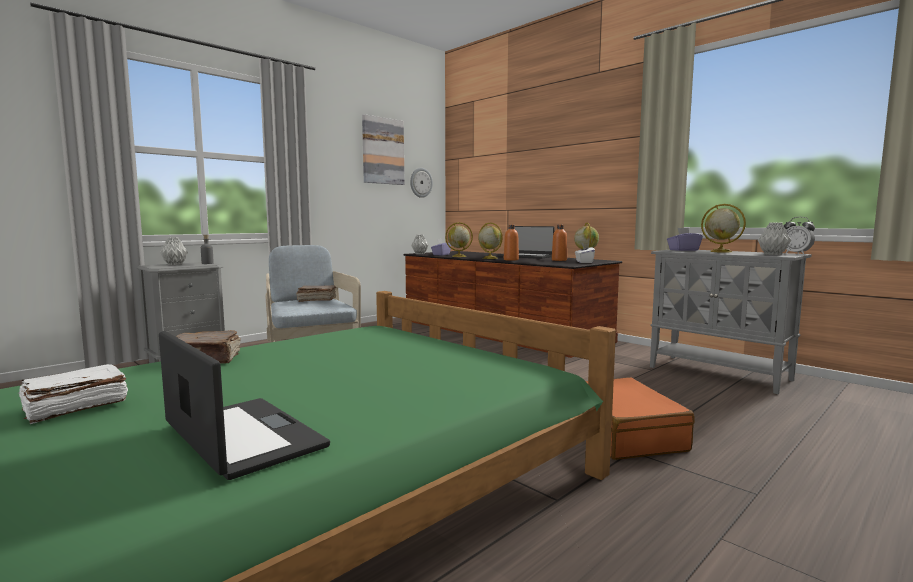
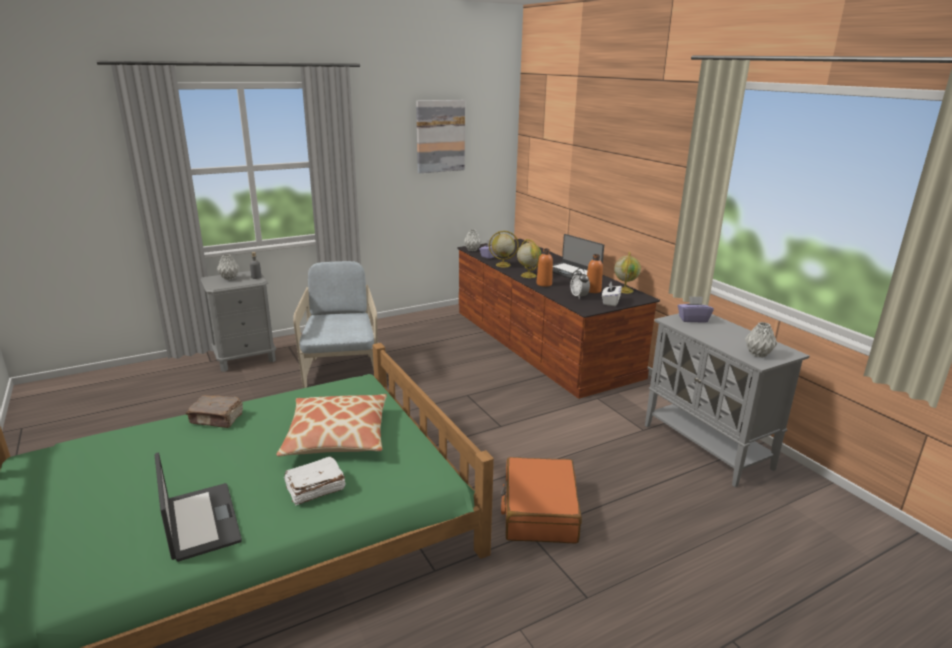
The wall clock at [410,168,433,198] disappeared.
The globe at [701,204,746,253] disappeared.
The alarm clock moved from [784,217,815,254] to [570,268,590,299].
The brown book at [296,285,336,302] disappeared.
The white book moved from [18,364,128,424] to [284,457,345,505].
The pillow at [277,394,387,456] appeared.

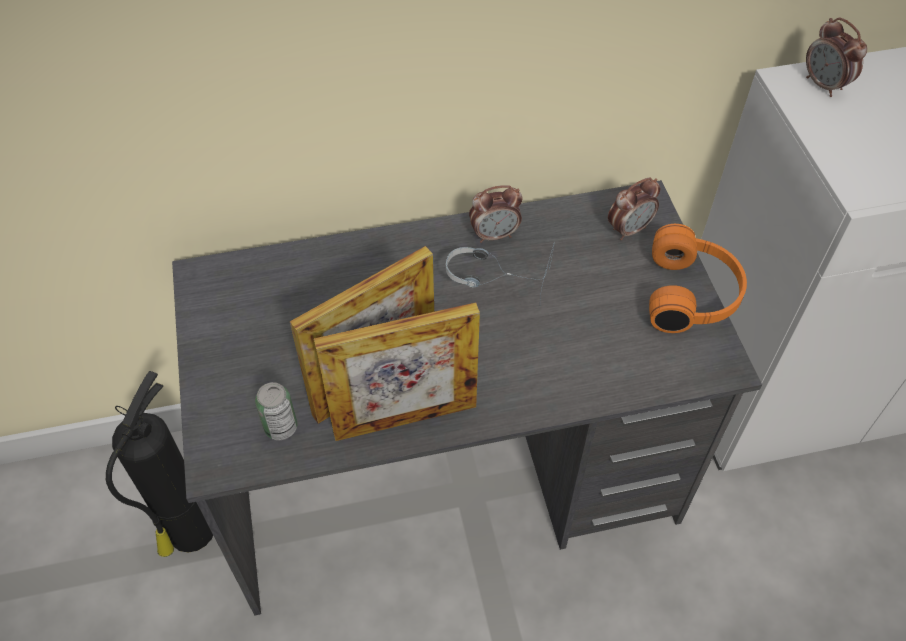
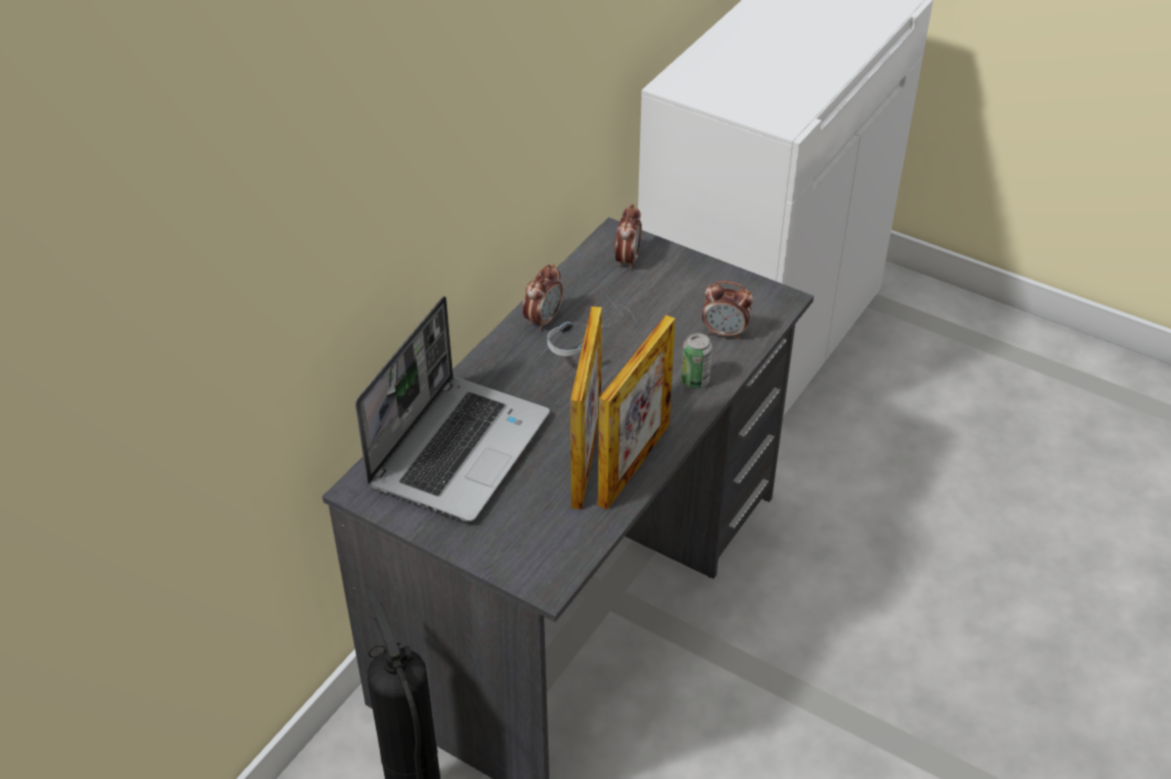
The alarm clock moved from [806,18,867,97] to [702,281,753,340].
The orange headphones at [649,224,747,333] disappeared.
The can moved from [255,382,297,440] to [681,333,712,389].
The laptop at [355,296,550,522] appeared.

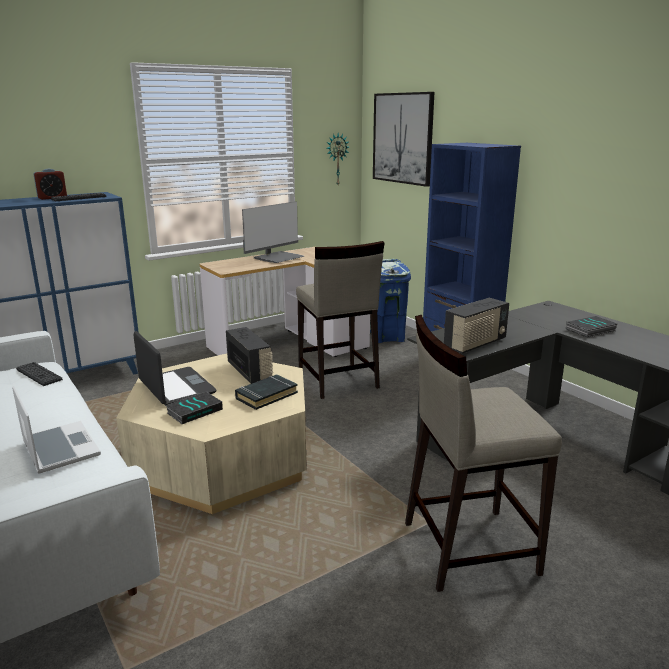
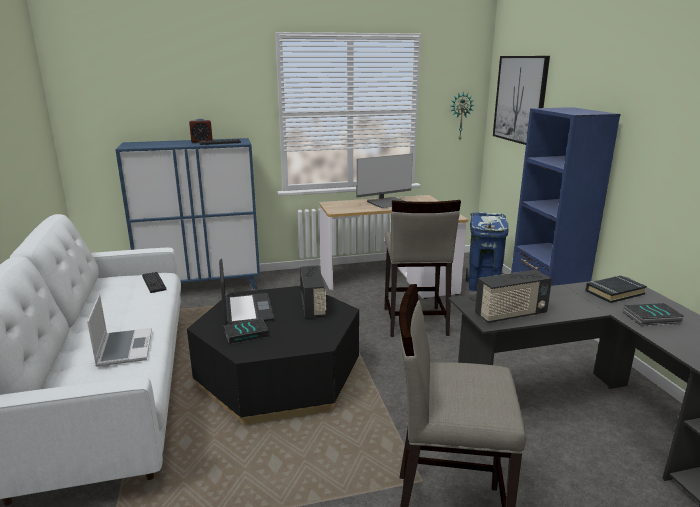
The beige coffee table at [116,353,307,514] became the black coffee table at [187,286,359,425].
The black book moved from [235,374,298,410] to [585,276,647,303].

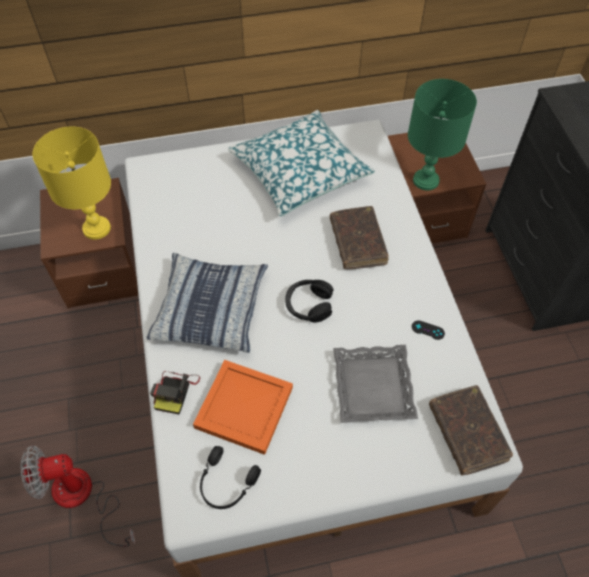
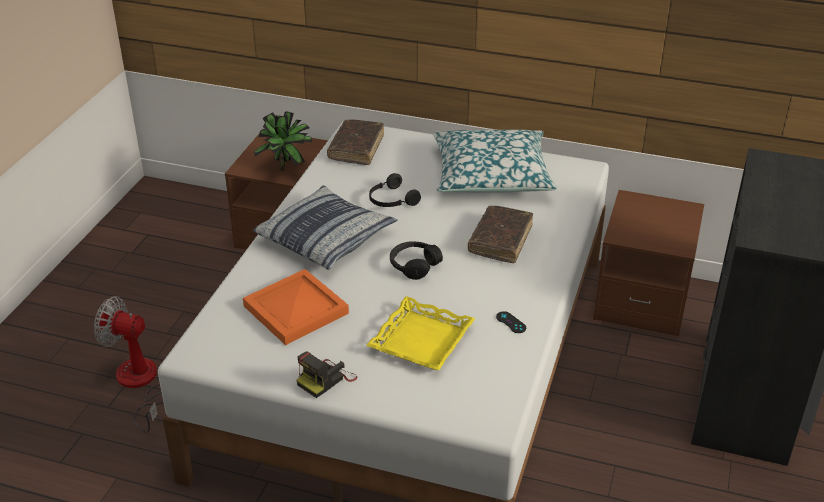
The green table lamp at [408,79,477,191] disappeared.
The yellow table lamp at [33,127,111,240] was replaced by the potted plant at [254,111,312,170].
The grey tray at [333,345,418,423] became the yellow tray at [366,296,475,370].
The photo camera moved from [150,371,200,414] to [296,351,358,398].
The brown book moved from [429,385,513,476] to [327,119,384,165].
The black headphones moved from [200,446,261,509] to [369,173,421,207].

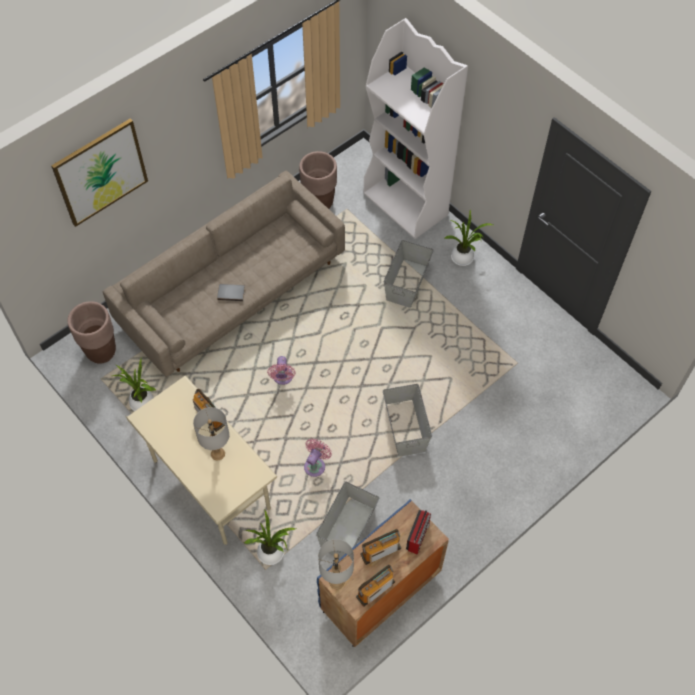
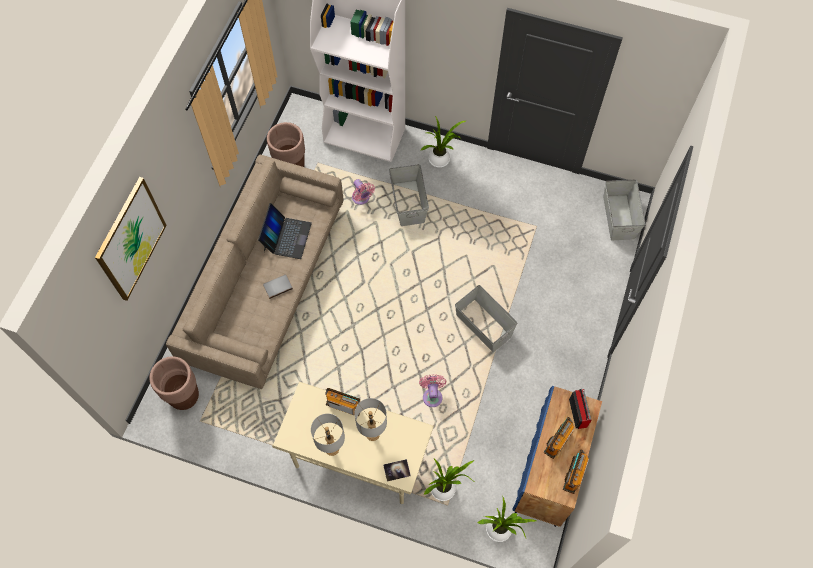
The pink fan moved from [267,356,296,385] to [352,179,375,205].
The potted plant moved from [112,359,156,411] to [477,497,537,542].
The grey storage box moved from [316,482,379,558] to [603,179,646,240].
The grey table lamp moved from [318,539,354,589] to [311,414,345,456].
The laptop at [258,203,312,259] appeared.
The book at [383,459,411,482] appeared.

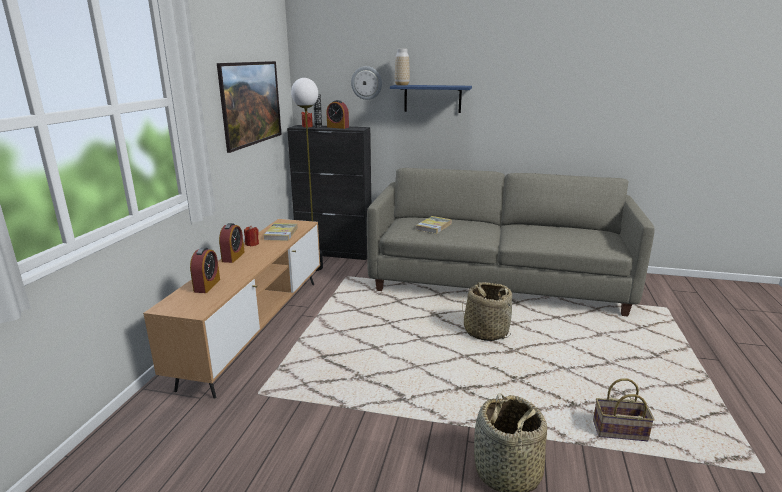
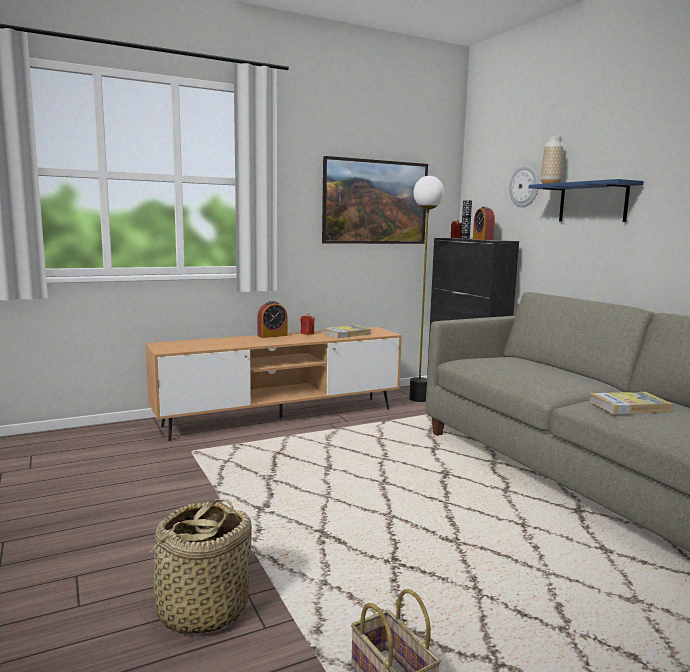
The book moved from [416,216,452,234] to [589,392,673,414].
The alarm clock at [190,248,220,293] disappeared.
The basket at [462,282,512,341] disappeared.

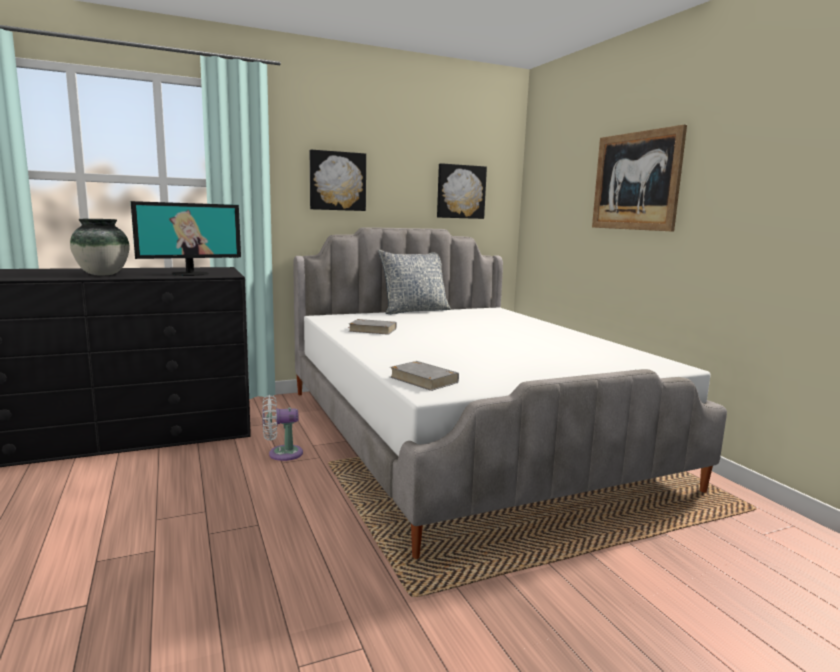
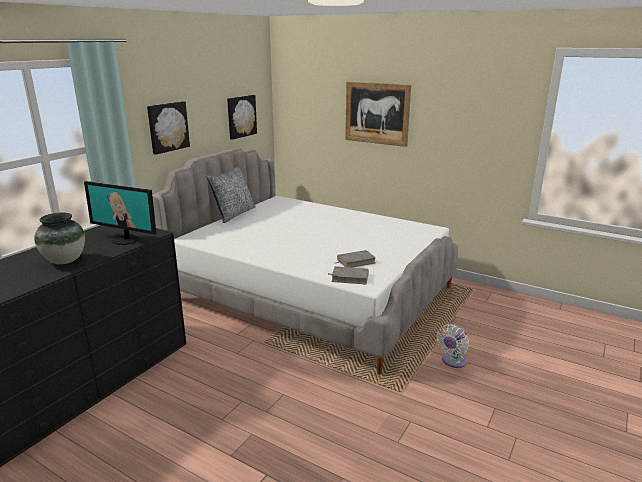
The monitor at [131,201,241,276] turned 90 degrees clockwise.
The grey book moved from [349,319,397,335] to [334,250,376,268].
The white fan moved from [262,395,303,461] to [436,324,469,368].

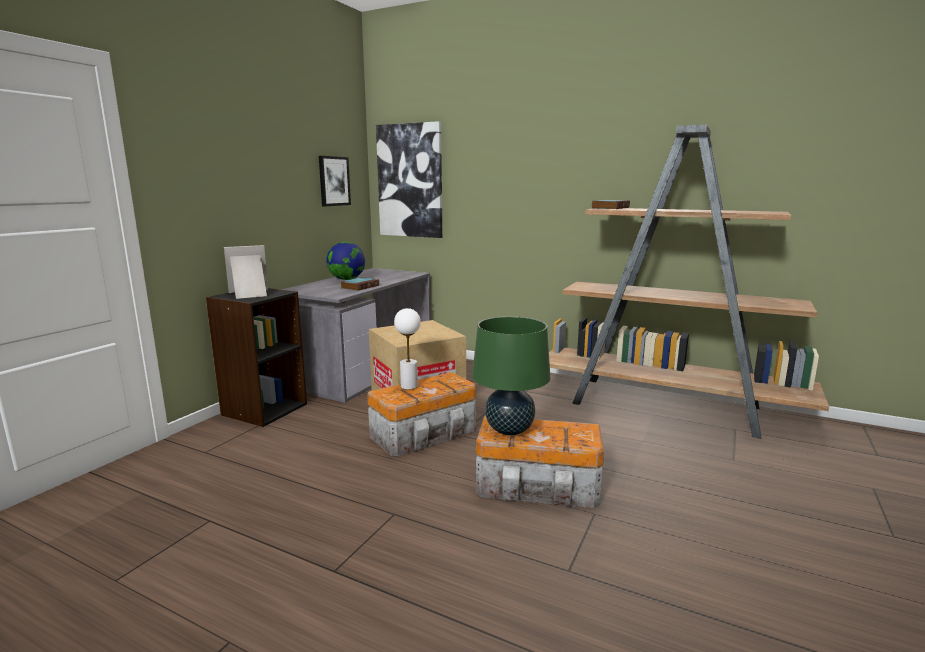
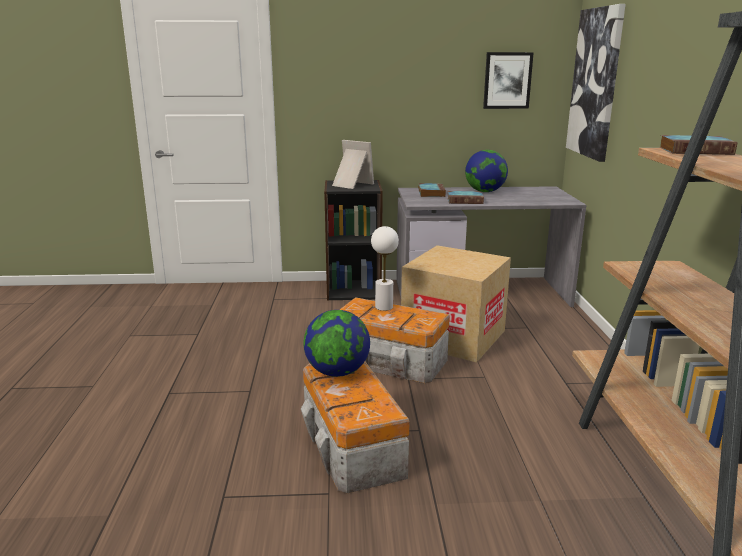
The green table lamp at [472,316,550,435] was replaced by the globe at [304,310,370,377].
The book at [418,183,446,197] appeared.

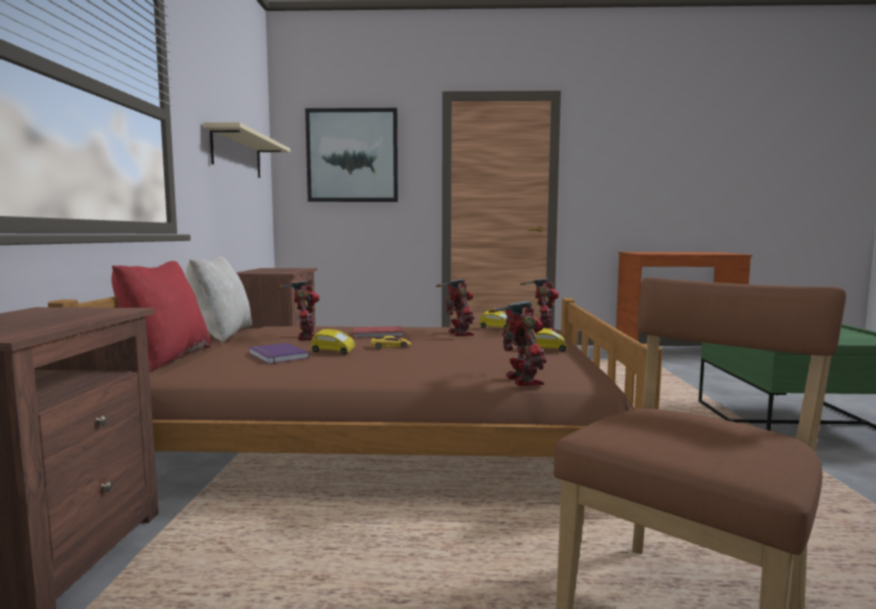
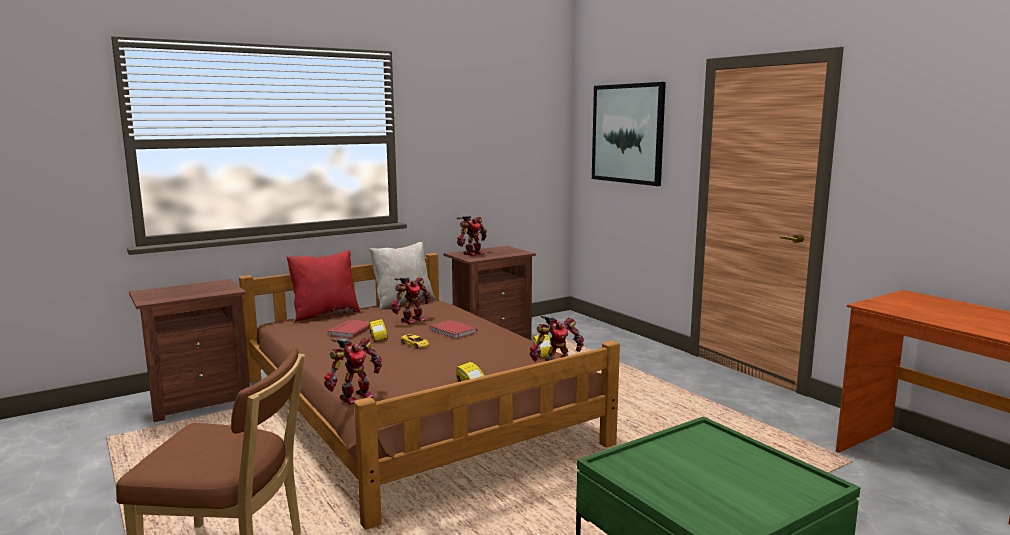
The beige shelf at [203,122,290,178] disappeared.
The toy robot moved from [436,279,474,336] to [457,216,487,256].
The purple book at [248,343,310,364] became the red book at [328,320,370,338].

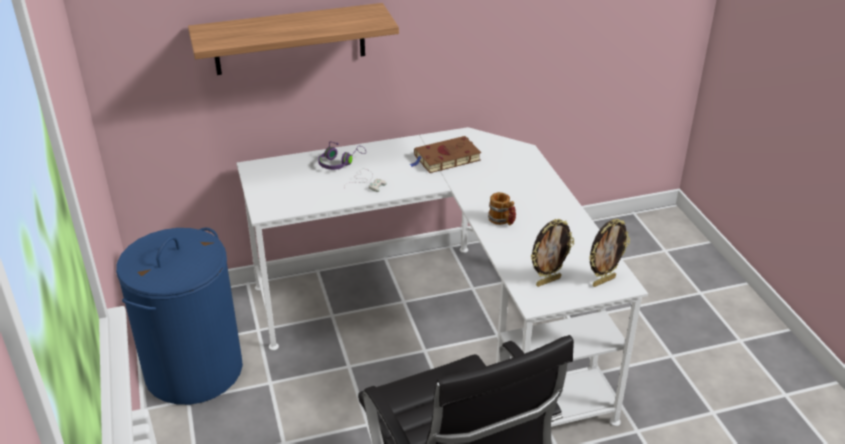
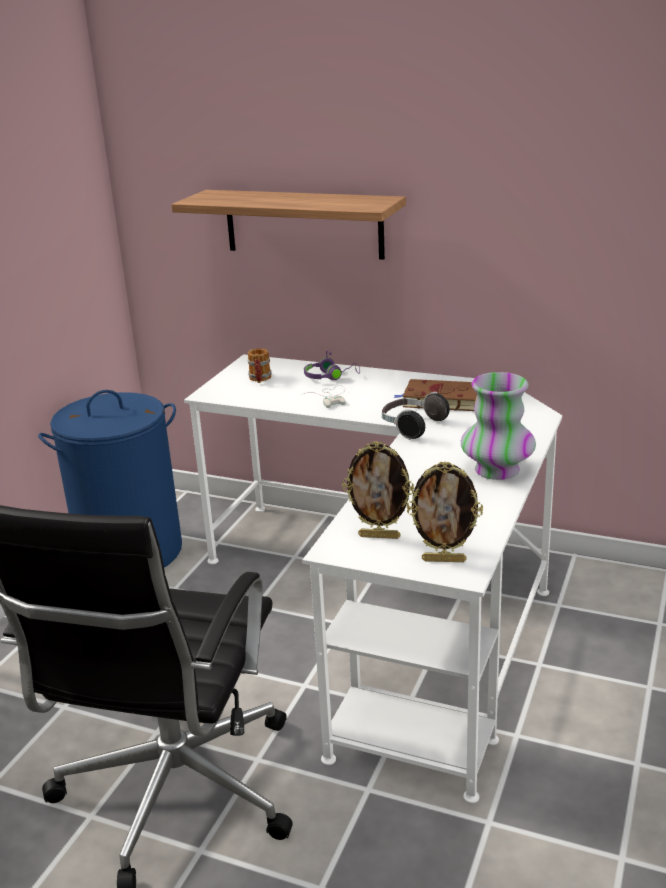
The mug moved from [488,192,516,225] to [248,348,272,383].
The vase at [461,372,536,480] appeared.
The headphones at [382,392,450,440] appeared.

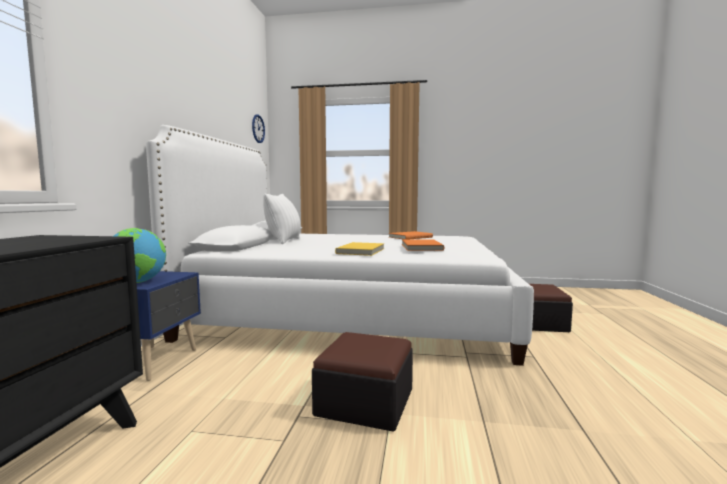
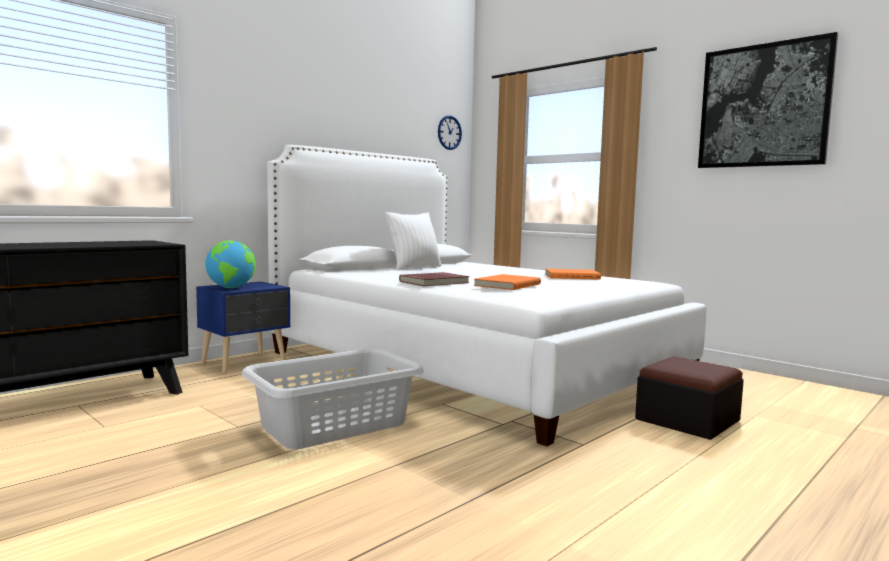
The yellow book at [335,242,384,256] became the red book at [399,272,469,286].
The ottoman at [312,332,413,432] was replaced by the grey laundry basket at [242,349,424,449].
The picture at [698,32,838,168] appeared.

